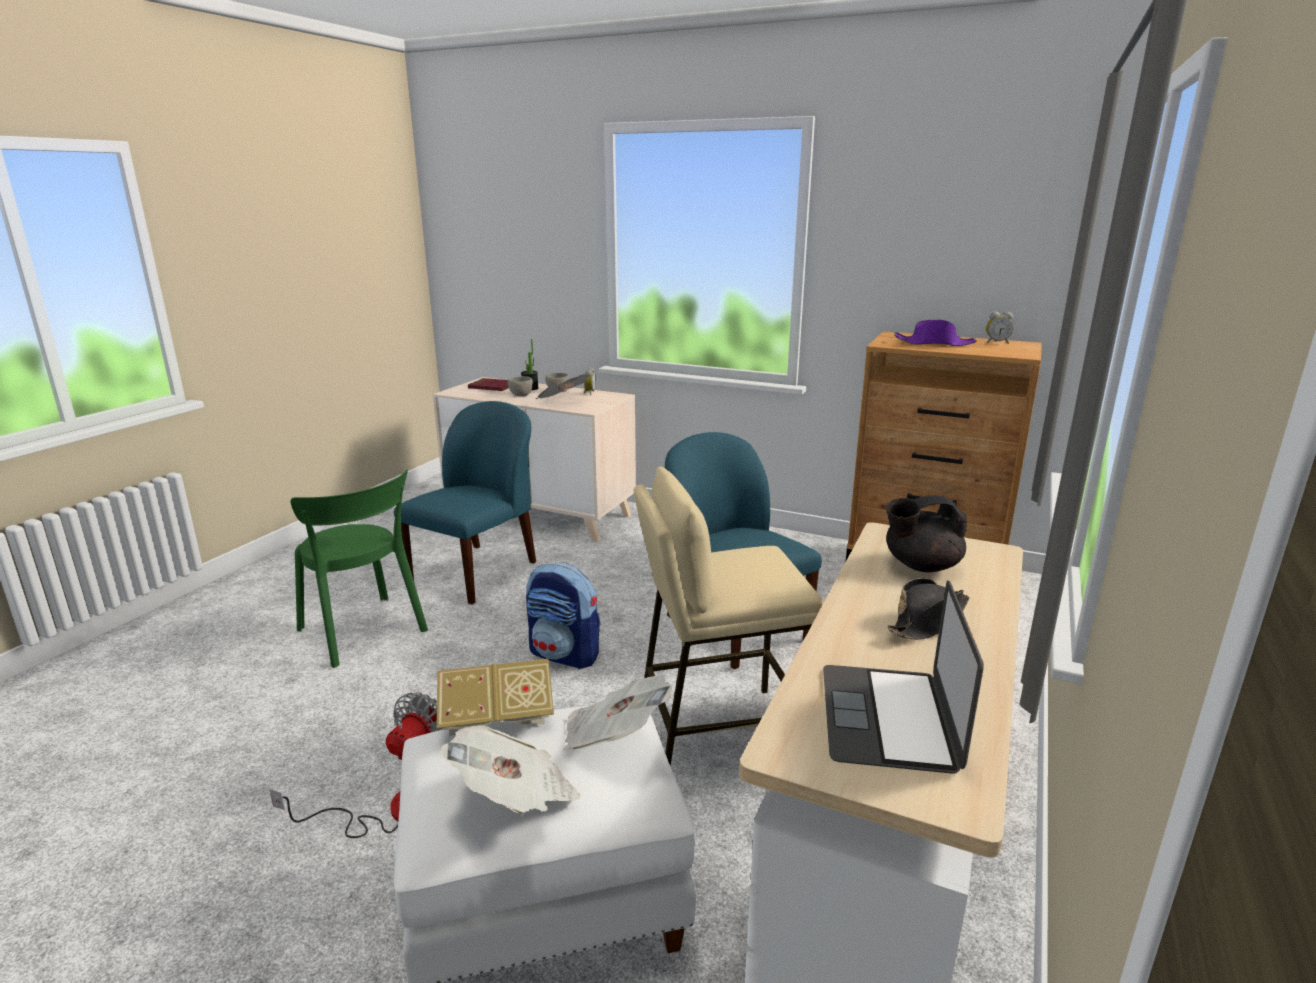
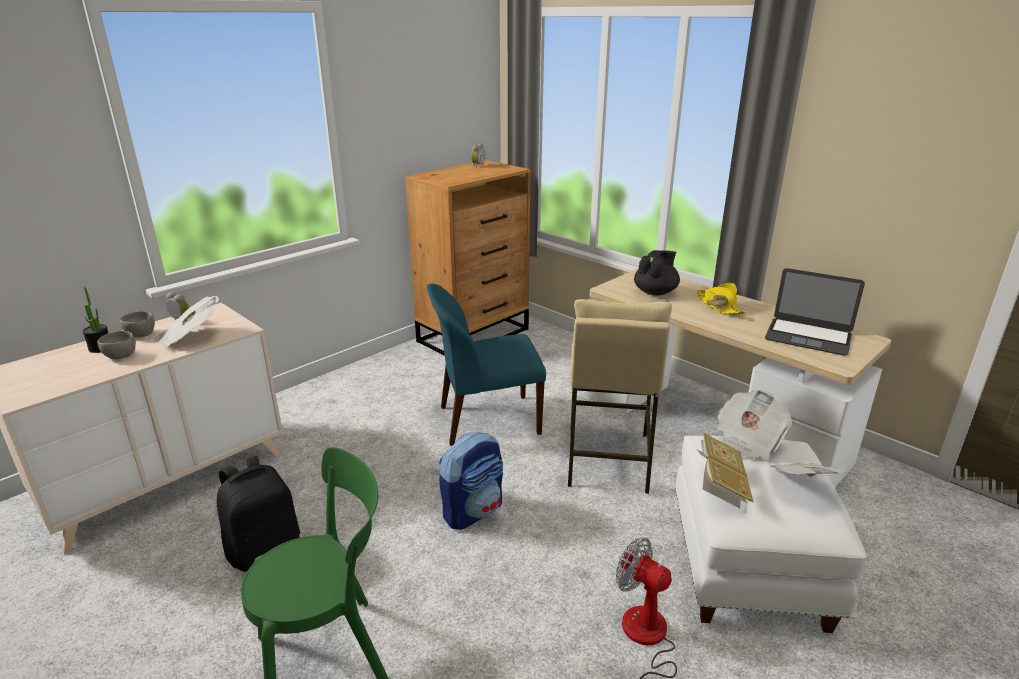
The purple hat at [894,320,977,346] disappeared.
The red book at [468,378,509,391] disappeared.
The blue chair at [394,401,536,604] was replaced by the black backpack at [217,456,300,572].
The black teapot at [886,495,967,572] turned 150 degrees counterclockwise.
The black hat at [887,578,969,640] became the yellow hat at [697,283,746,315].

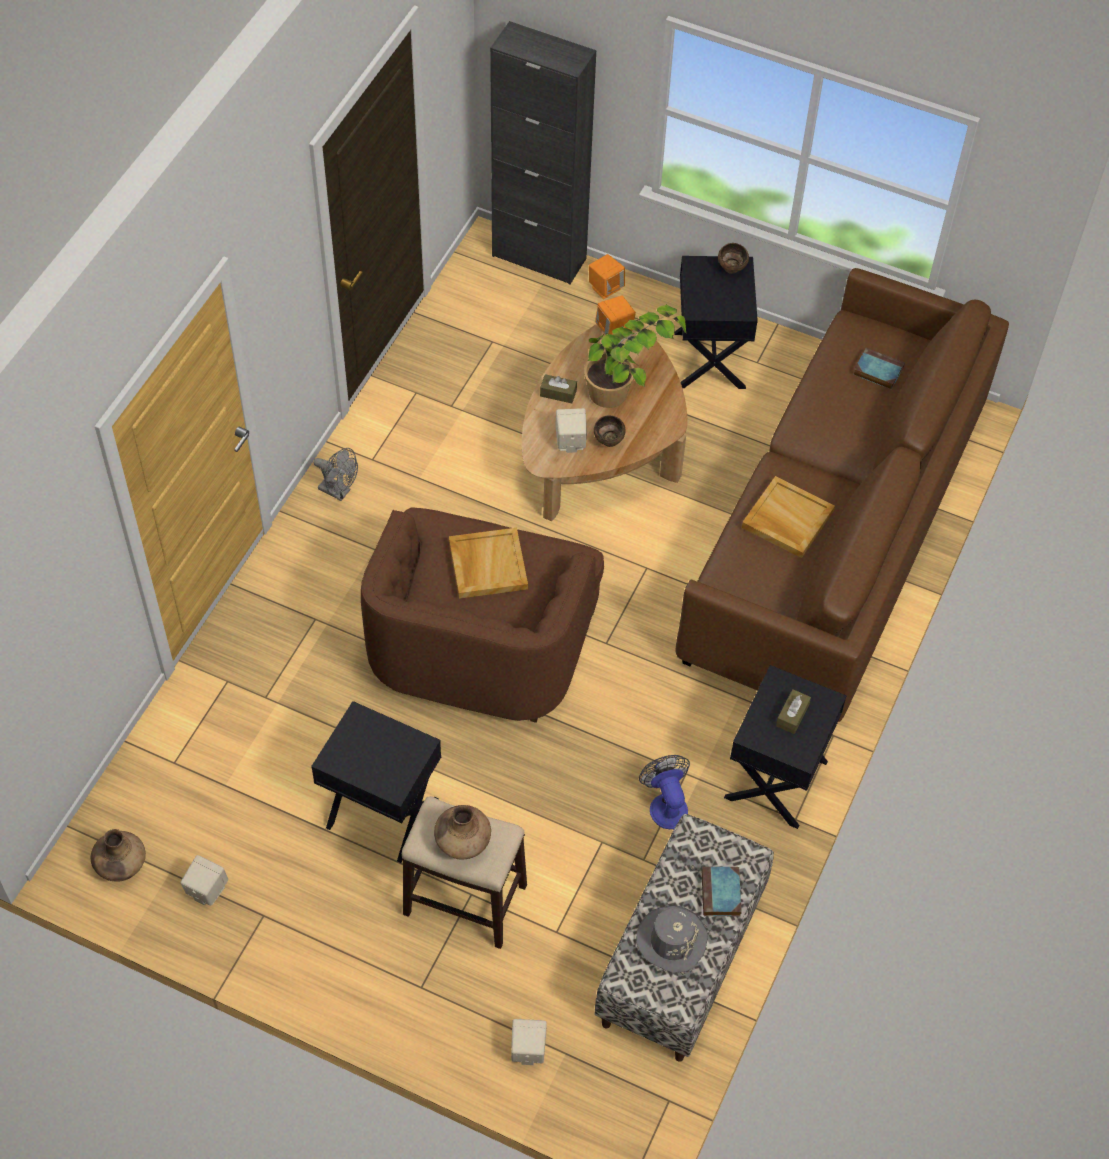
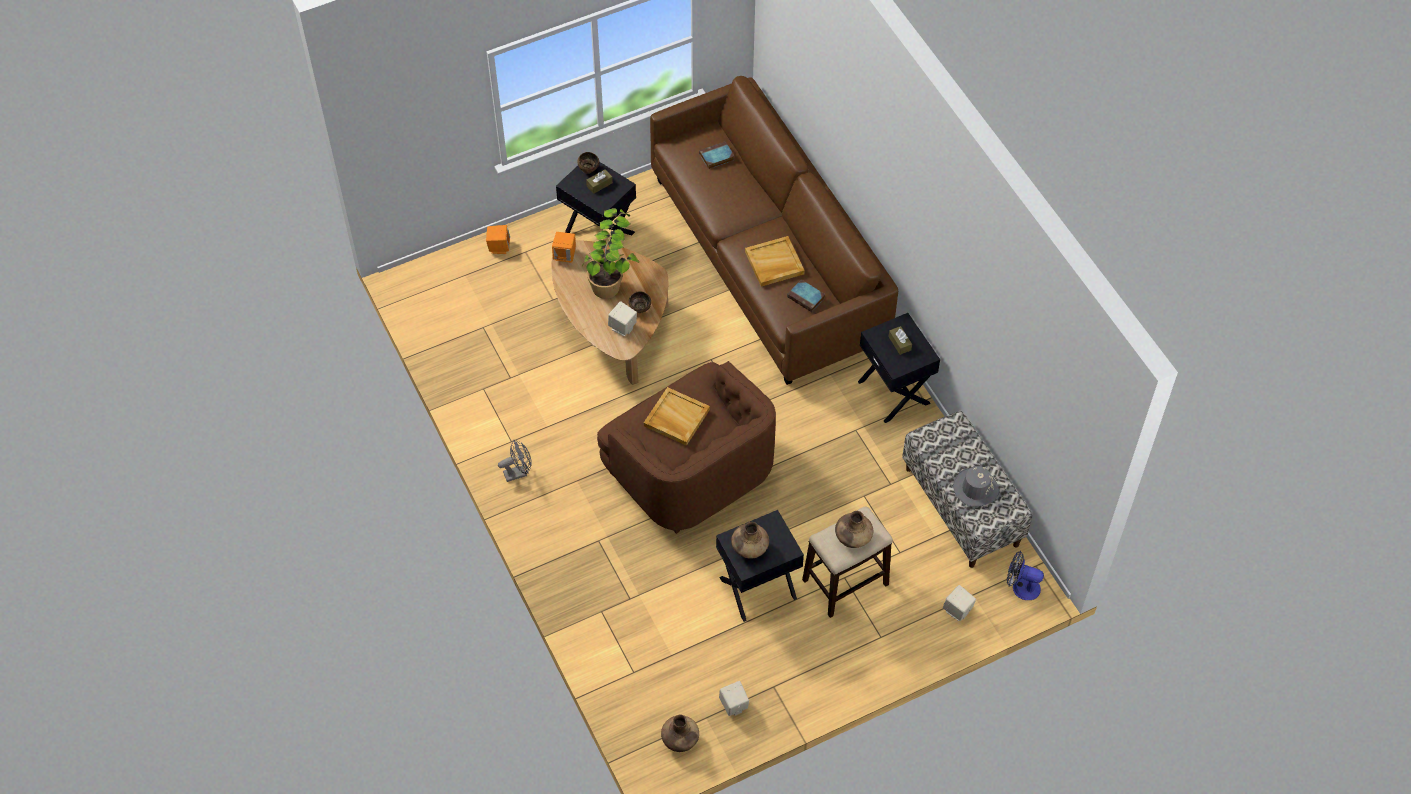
The black cabinet at [490,21,596,285] disappeared.
The brown tissue box moved from [540,374,577,403] to [586,169,613,194].
The fan moved from [639,755,690,829] to [1007,551,1044,600].
The book moved from [701,867,742,916] to [787,279,825,312].
The brown vase at [731,522,769,559] appeared.

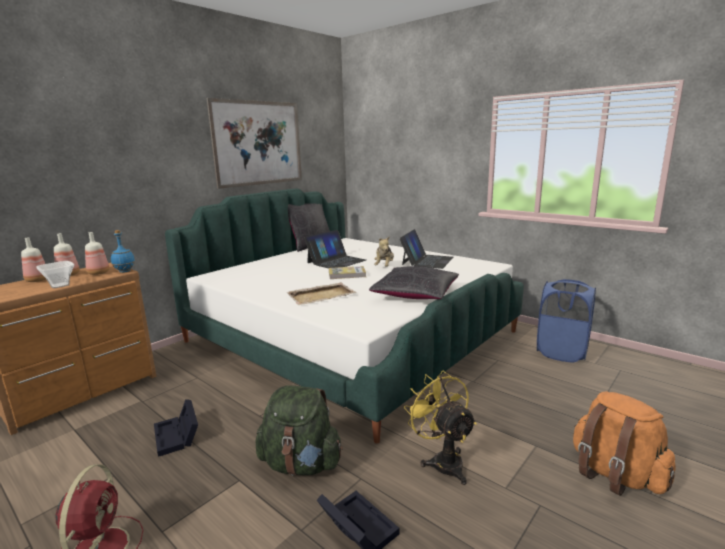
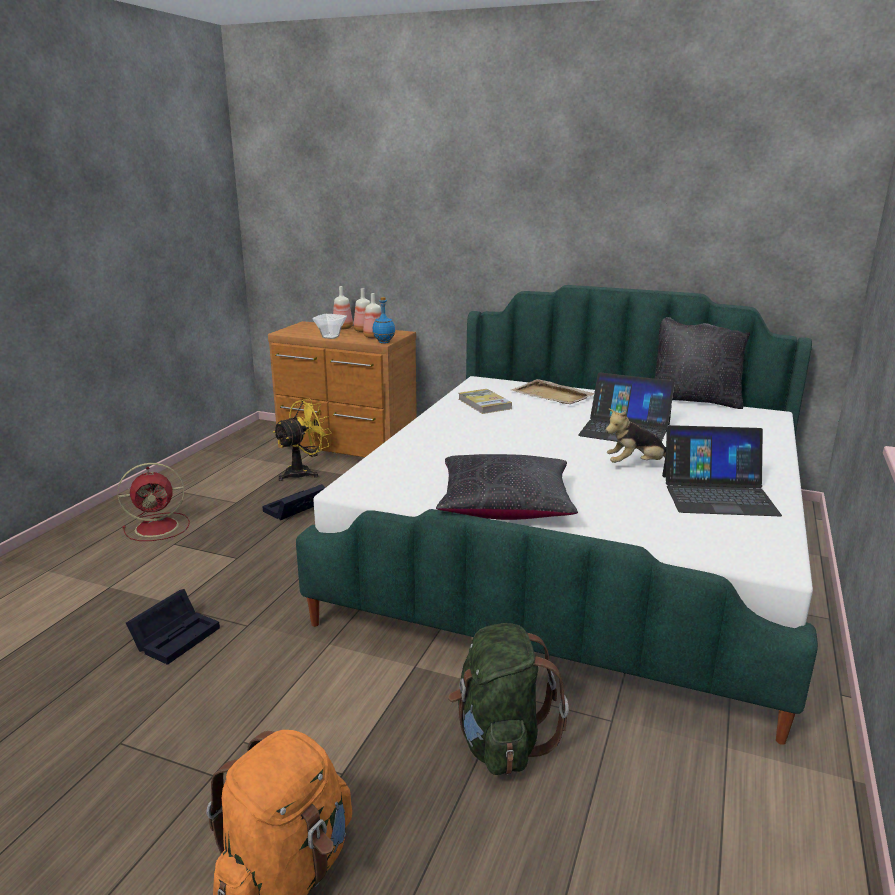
The picture at [206,98,302,189] disappeared.
The book moved from [329,266,366,279] to [458,389,512,414].
The blue laundry basket at [537,279,596,362] disappeared.
The beige tray moved from [286,282,356,305] to [511,379,594,404].
The yellow fan moved from [404,371,477,485] to [273,398,332,481].
The green backpack moved from [256,386,343,476] to [448,623,569,775].

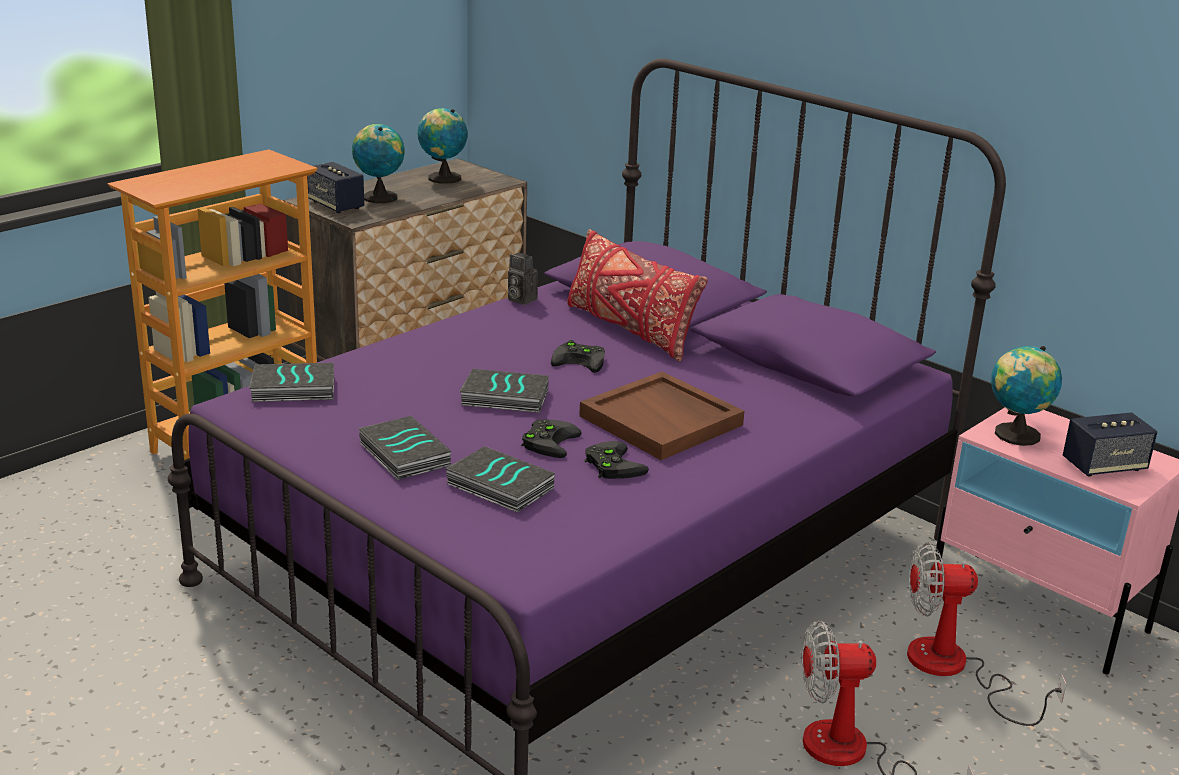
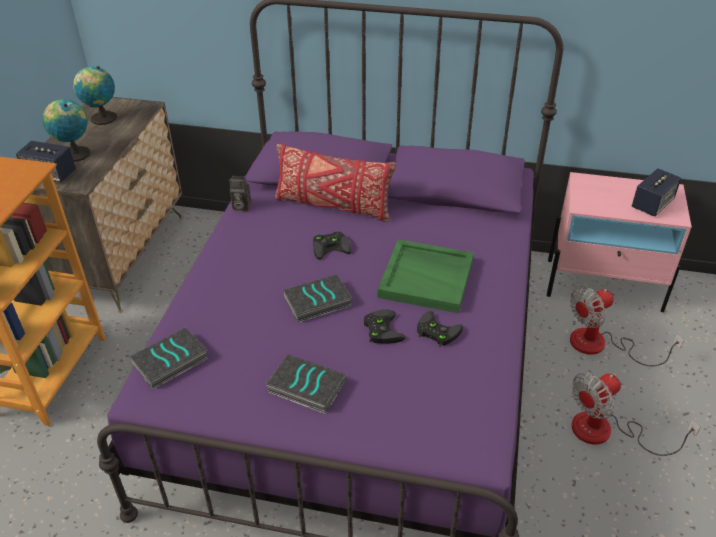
The globe at [991,346,1062,446] disappeared.
The brown tray at [579,372,744,460] became the green tray at [378,239,474,313].
The book at [445,446,555,512] disappeared.

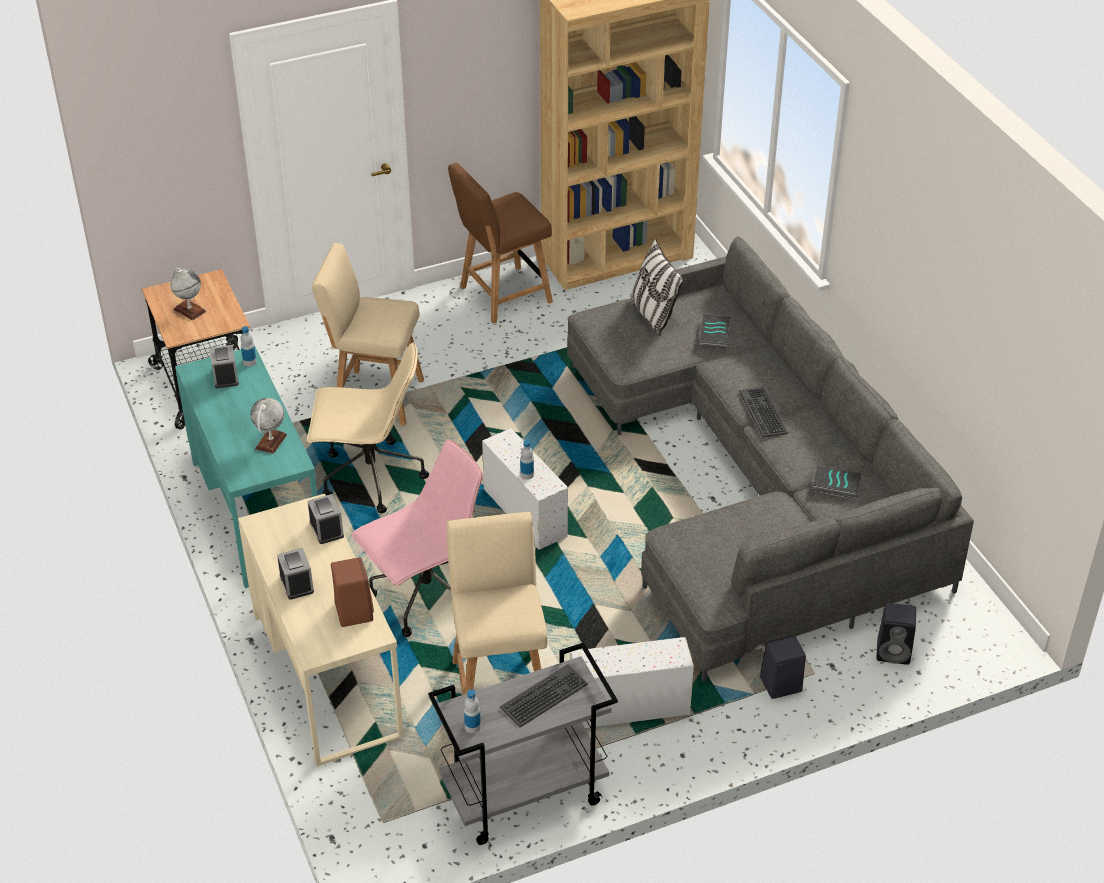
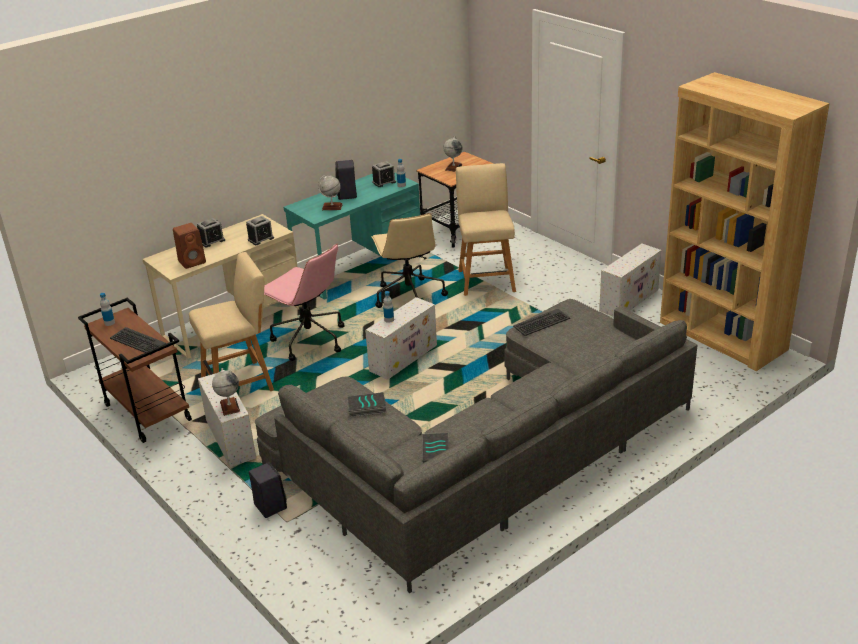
The brown chair at [448,163,553,324] was replaced by the white storage box at [599,244,661,317].
The pillow at [630,239,684,337] disappeared.
The book moved from [699,315,731,348] to [348,392,387,417].
The keyboard moved from [739,387,788,437] to [513,309,570,336].
The black speaker moved from [876,603,916,665] to [335,160,357,200].
The grey cart at [428,642,618,845] became the brown cart at [78,298,192,443].
The globe at [212,368,240,416] appeared.

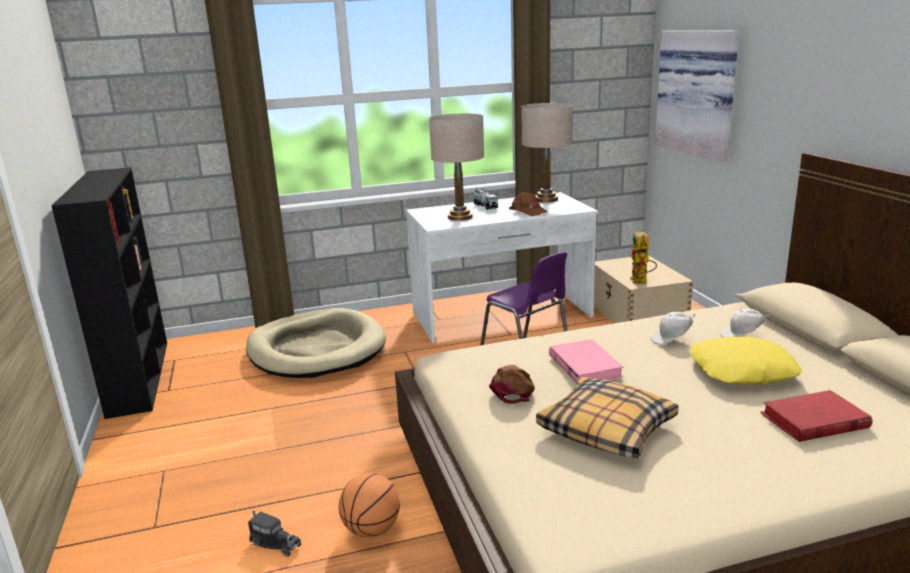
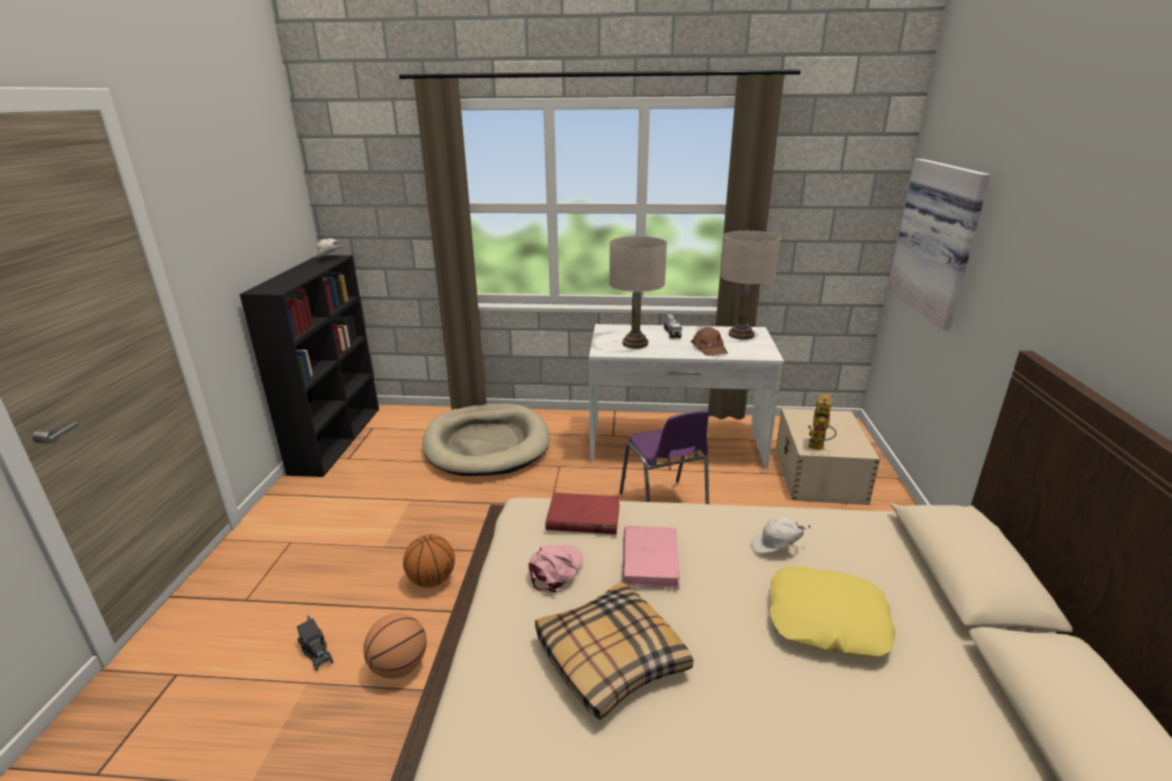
The white cap moved from [721,308,770,337] to [312,238,345,258].
The brown cap at [489,365,535,404] became the pink cap at [529,545,583,592].
The red book moved from [760,390,872,442] to [546,493,620,535].
The basketball at [403,534,455,587] appeared.

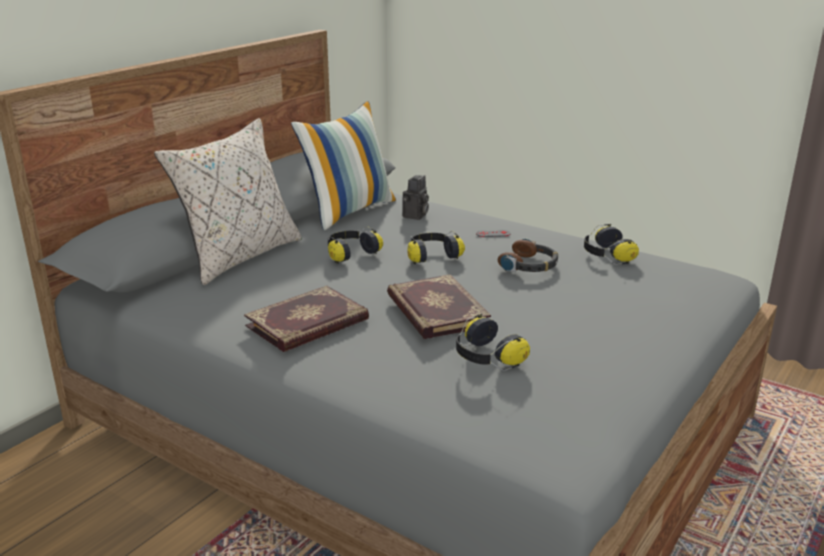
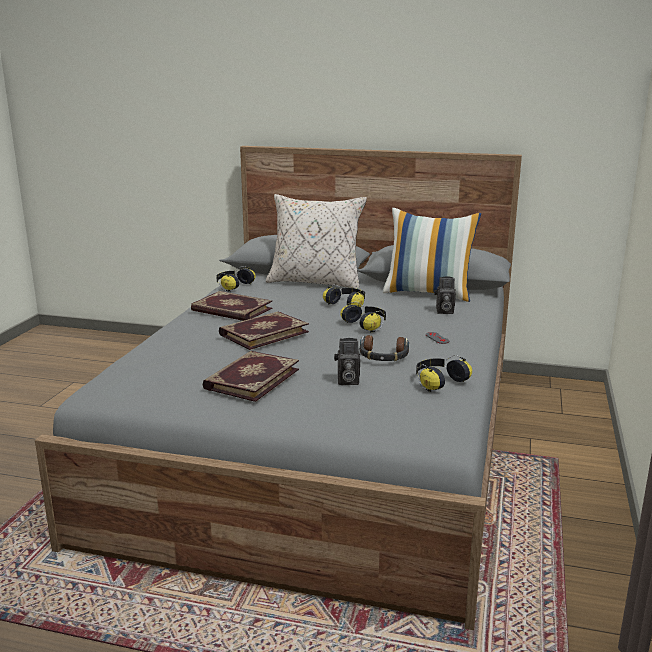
The headphones moved from [456,314,530,371] to [216,266,256,292].
The photo camera at [334,338,360,385] appeared.
The book at [202,351,299,402] appeared.

